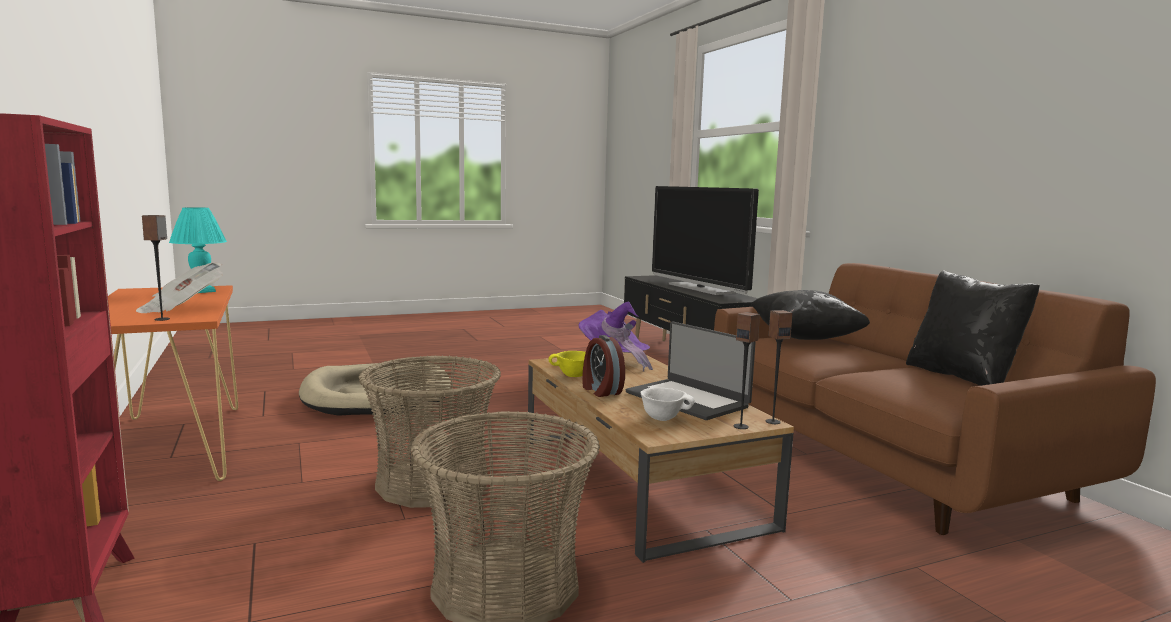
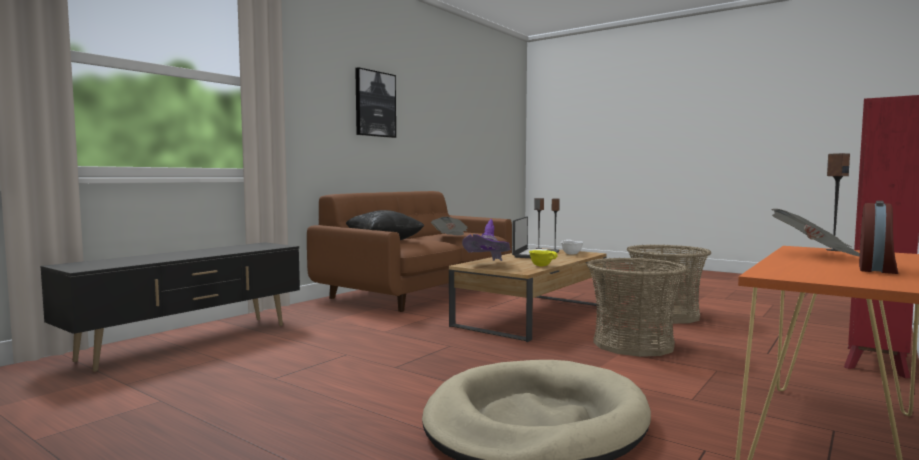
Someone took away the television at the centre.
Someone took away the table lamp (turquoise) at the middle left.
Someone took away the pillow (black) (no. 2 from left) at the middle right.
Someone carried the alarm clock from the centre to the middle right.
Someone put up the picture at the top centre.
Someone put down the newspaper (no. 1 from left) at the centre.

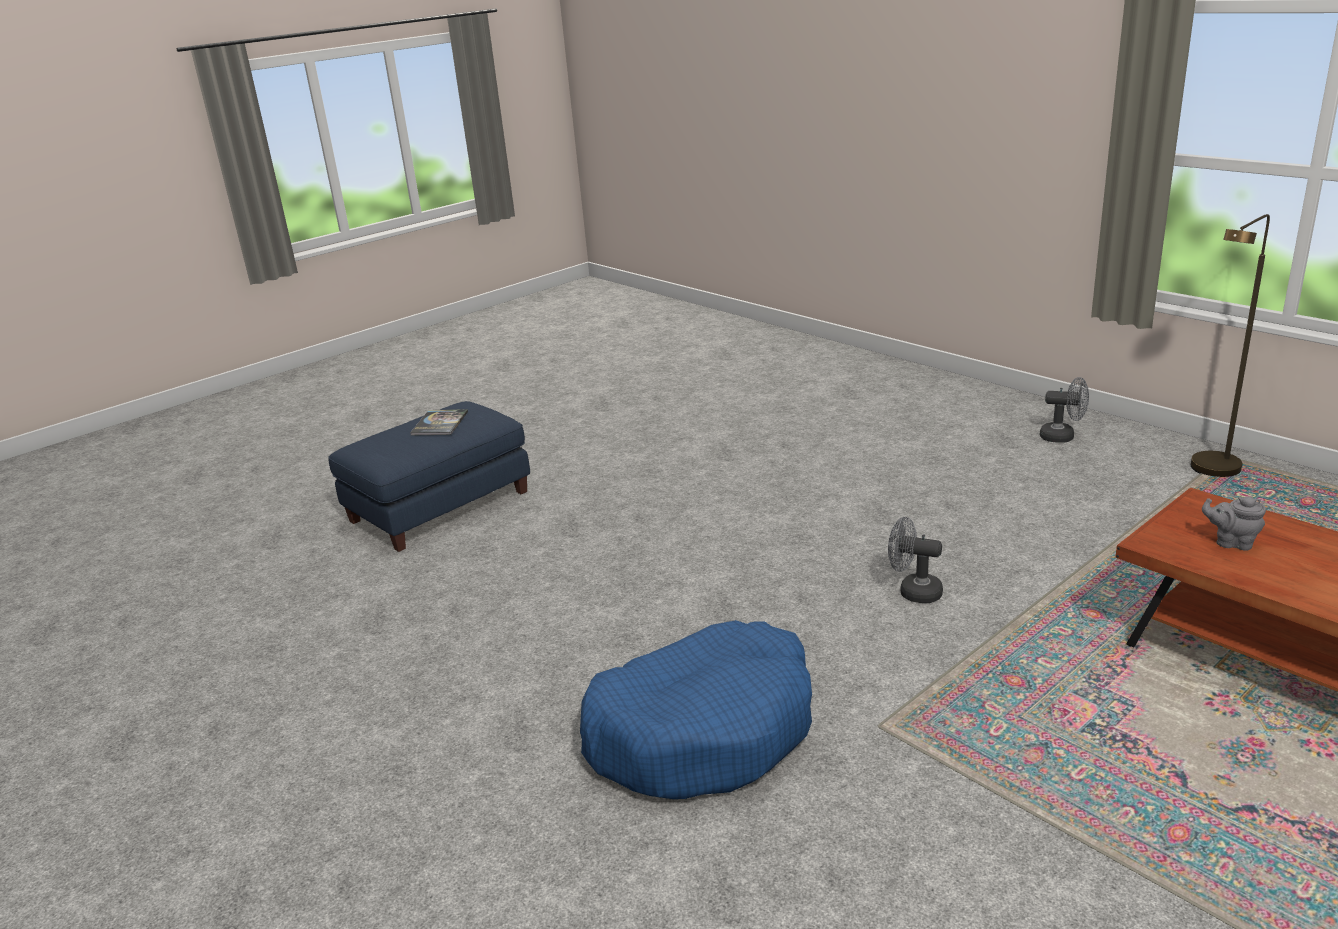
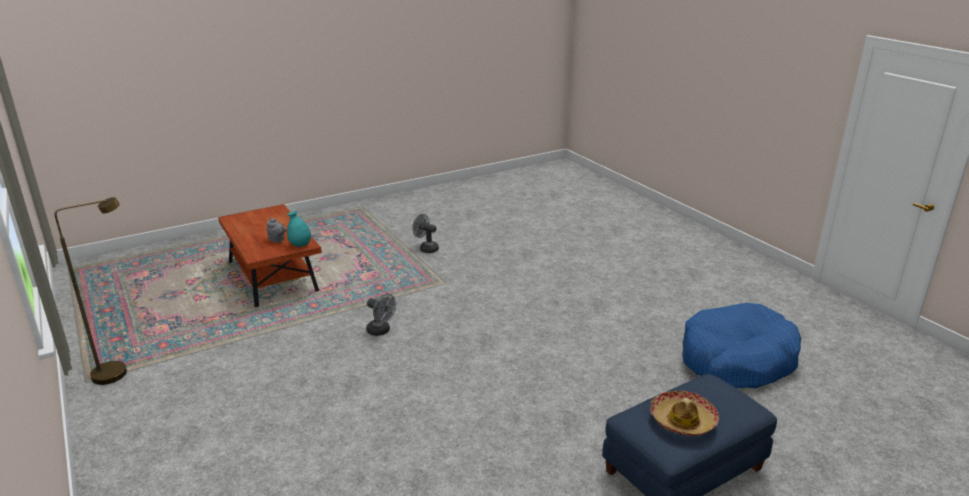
Someone carried the fan (grey) (no. 2 from left) from the middle right to the centre.
Someone swapped the book at the middle left for the hat at the bottom right.
Someone carried the dog bed (blue) from the bottom centre to the bottom right.
Someone put down the vase (turquoise) at the middle left.

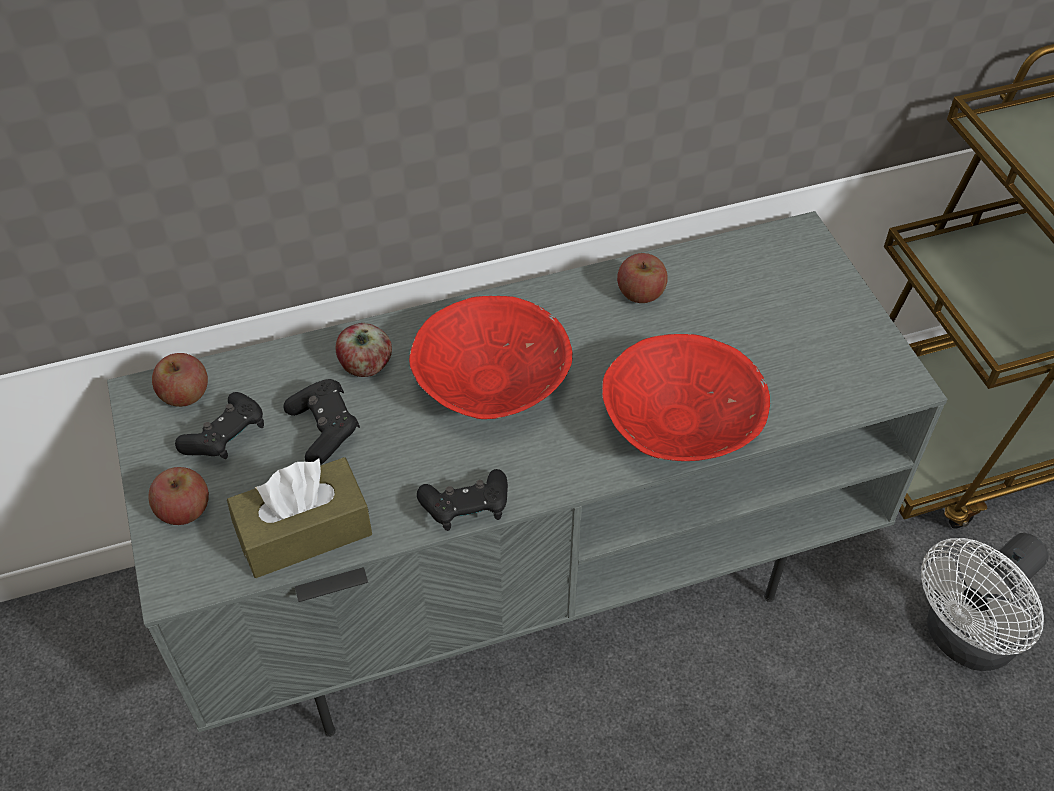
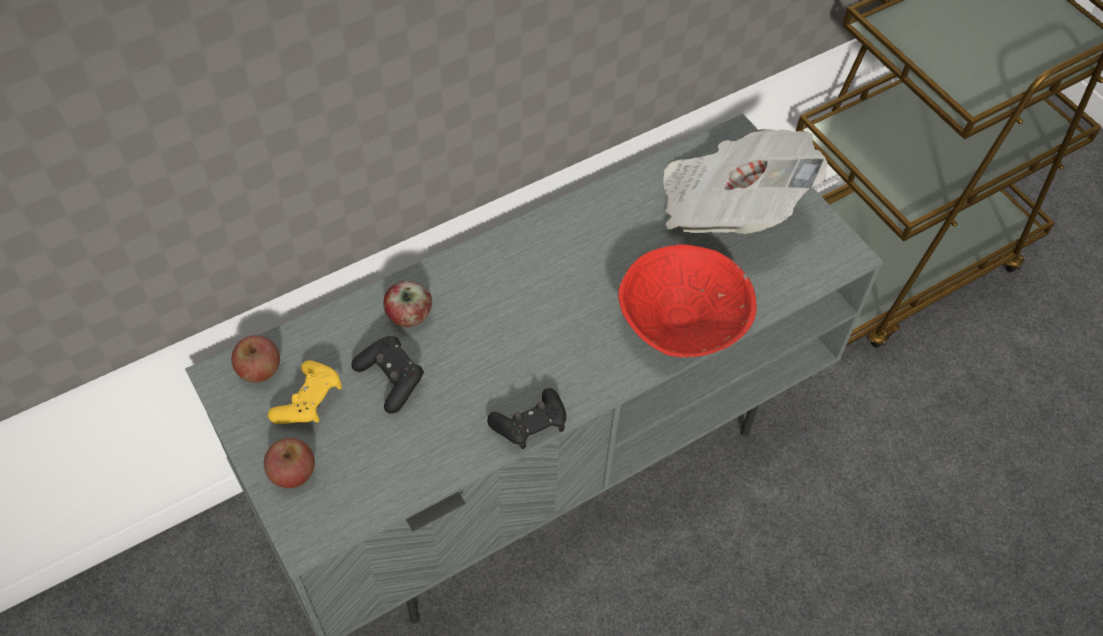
Someone took away the apple (no. 4 from left) at the centre.
Someone took away the bowl (red) (no. 1 from left) at the centre.
Someone repainted the game controller (black) (no. 1 from left) at the middle left, which became the game controller (yellow) at the middle left.
Someone took away the tissue box (brown) at the middle left.
Someone took away the fan (white) at the bottom right.
Someone put down the newspaper at the top right.

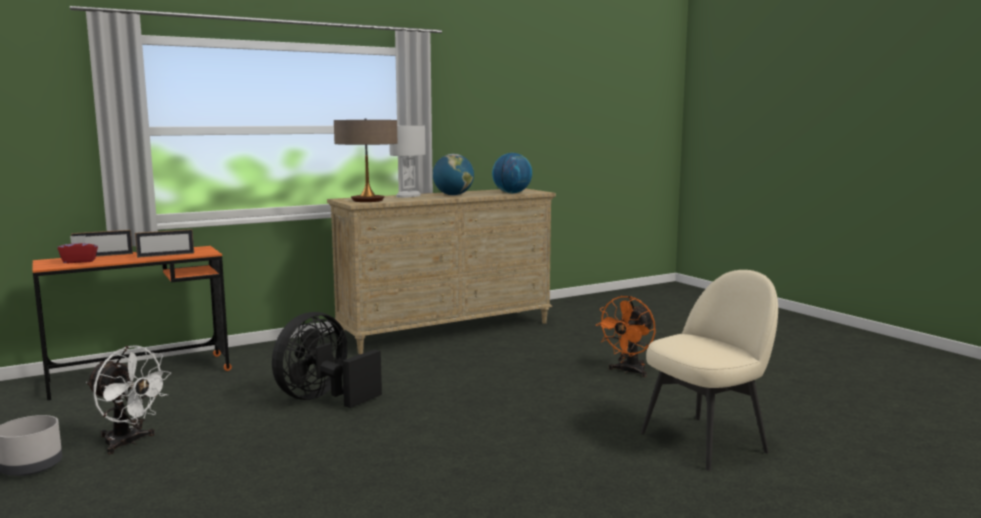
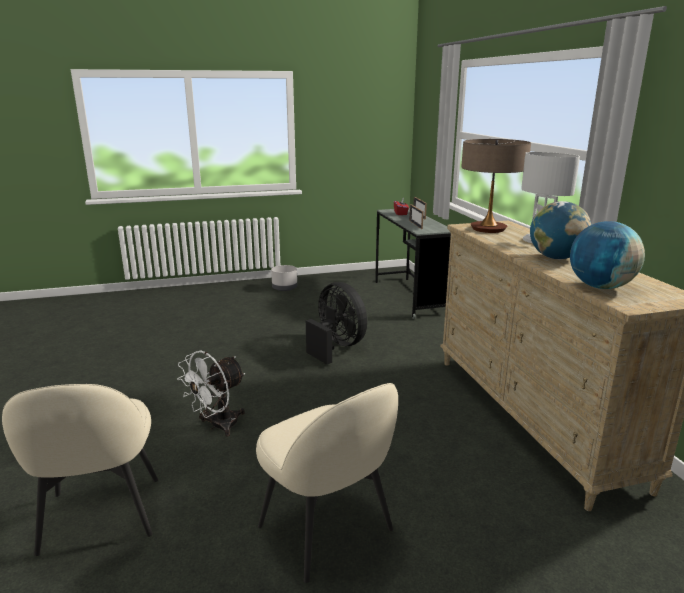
Someone repainted the desk (orange) at the middle left, which became the desk (grey) at the centre.
Someone swapped the fan (orange) at the centre for the chair (beige) (no. 2 from left) at the bottom centre.
Someone carried the fan (white) from the bottom left to the middle left.

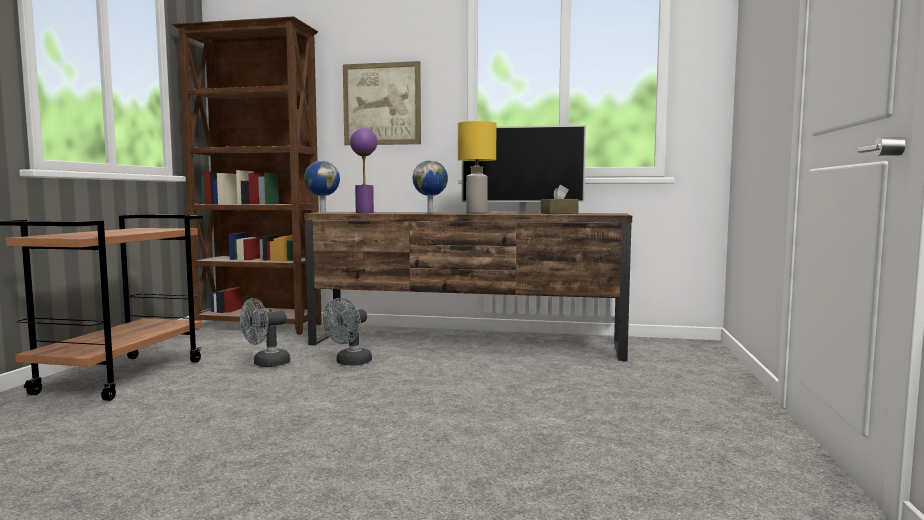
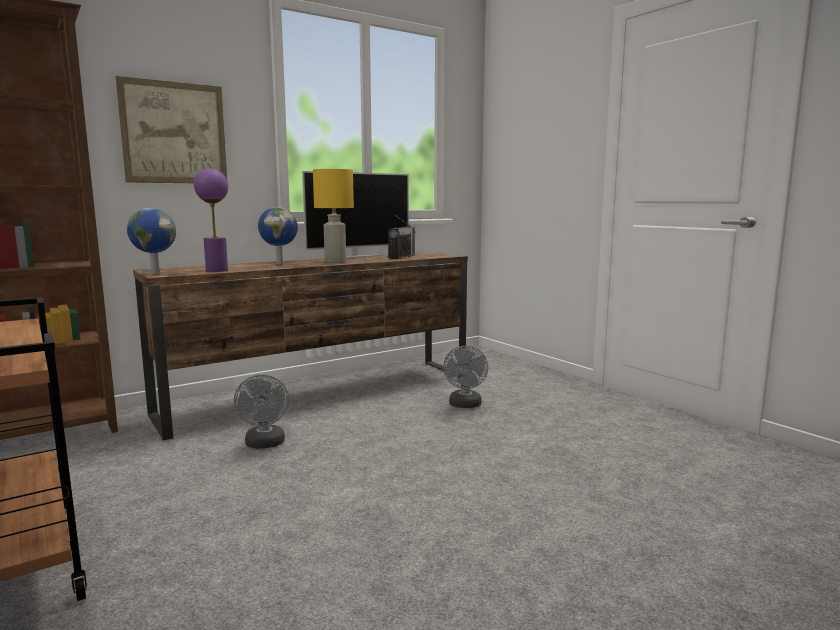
Someone swapped the tissue box (brown) at the centre for the radio at the centre.
Someone carried the fan (grey) (no. 1 from left in the first image) from the middle left to the centre.

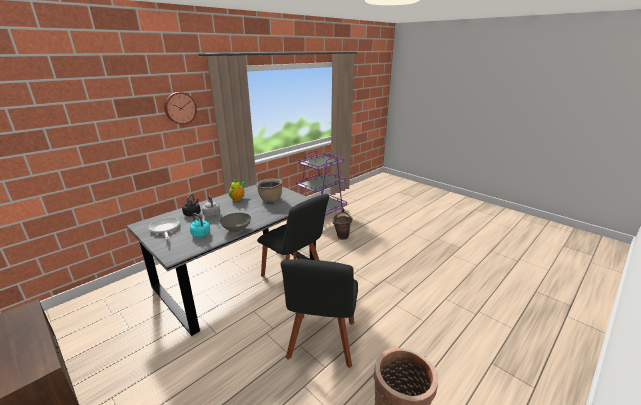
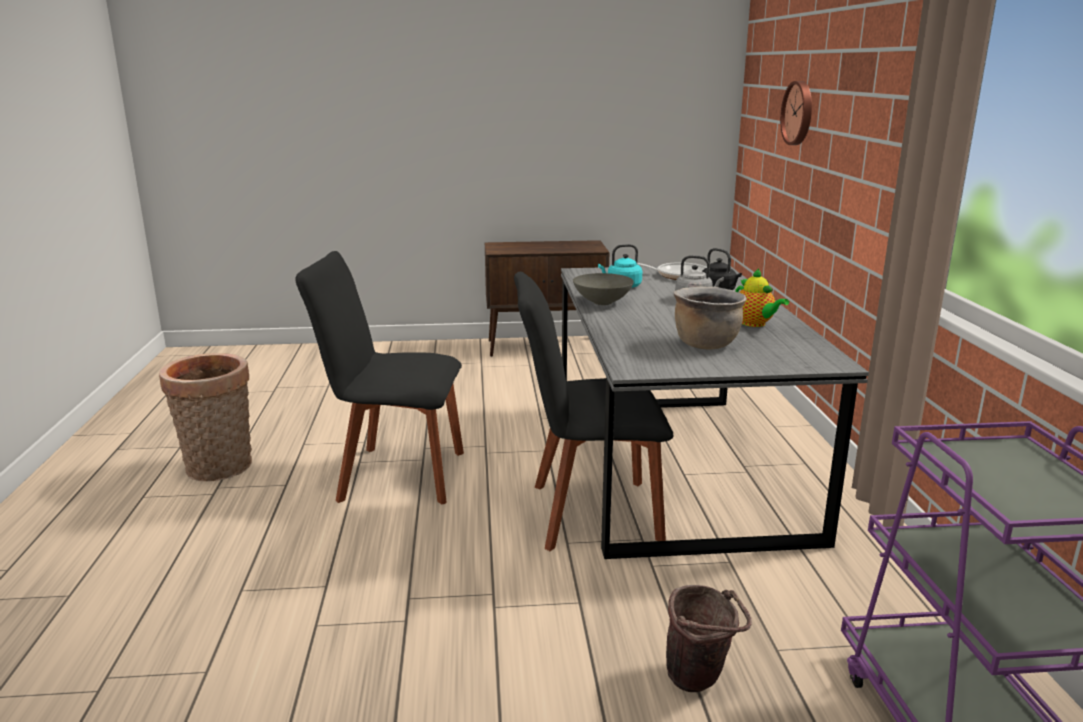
Someone carried the wall clock from the top left to the top right.
Someone rotated the chair (black) (no. 2 from left in the first image) at the bottom centre by 45 degrees counterclockwise.

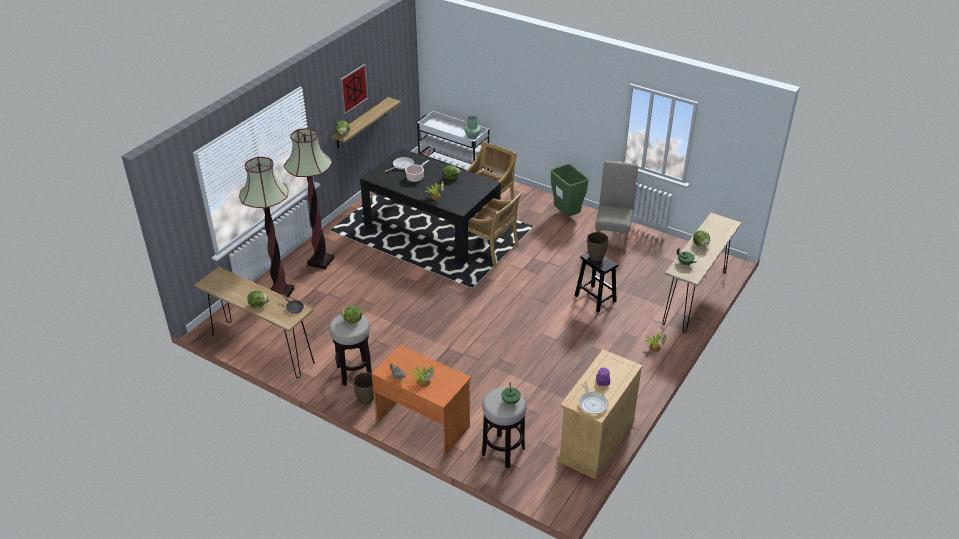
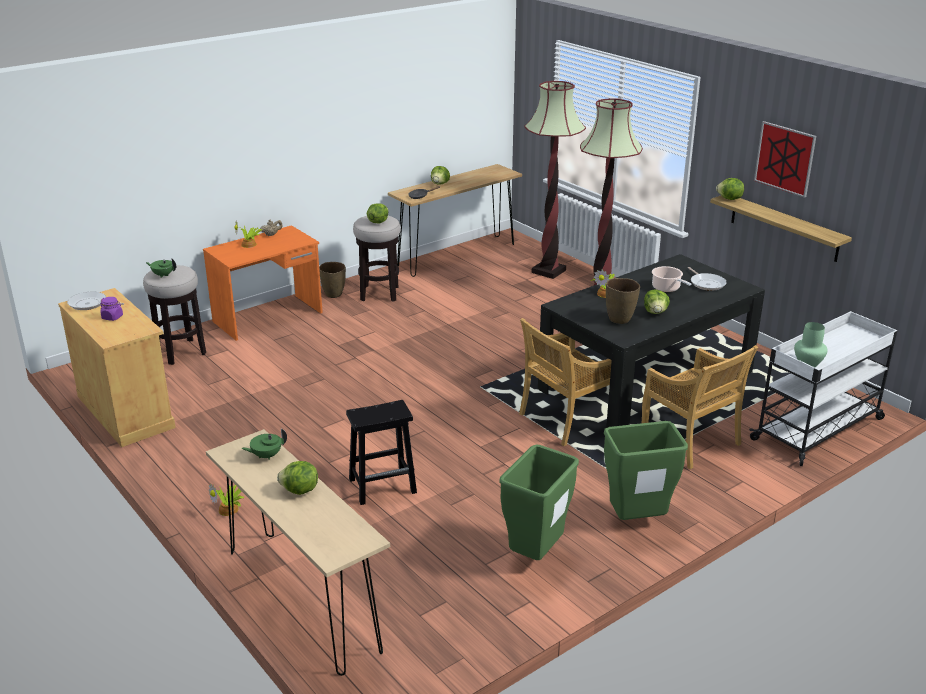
Someone swapped the chair (beige) (no. 3 from left) at the centre for the trash can (green) (no. 1 from left) at the bottom centre.
Someone carried the vase (brown) (no. 2 from left) from the centre to the middle right.

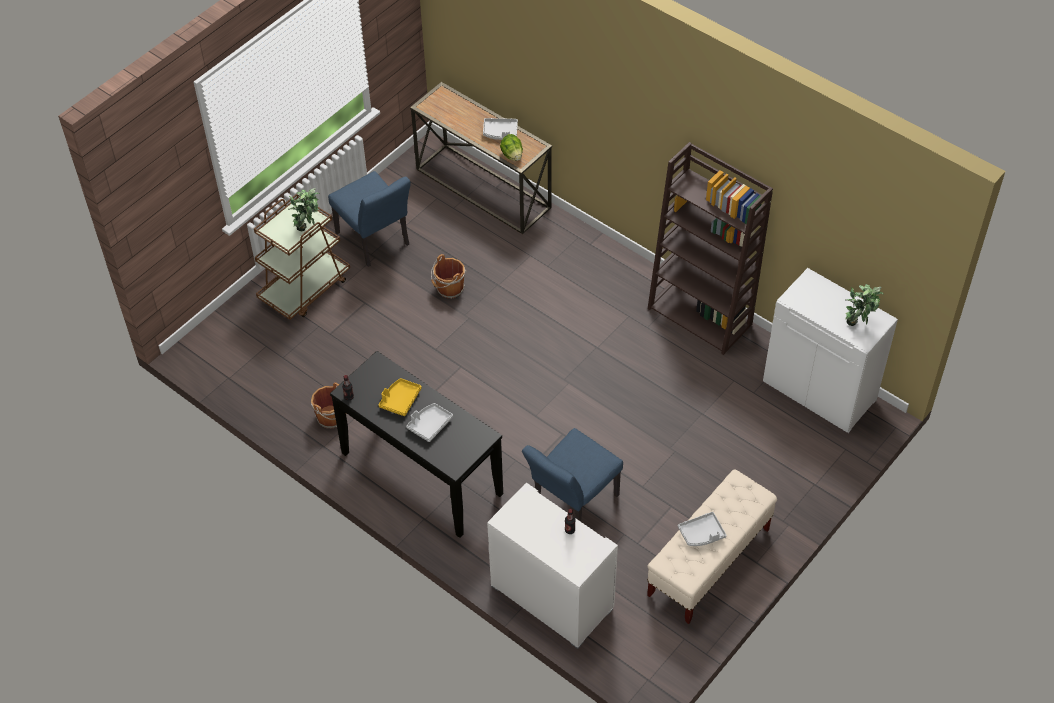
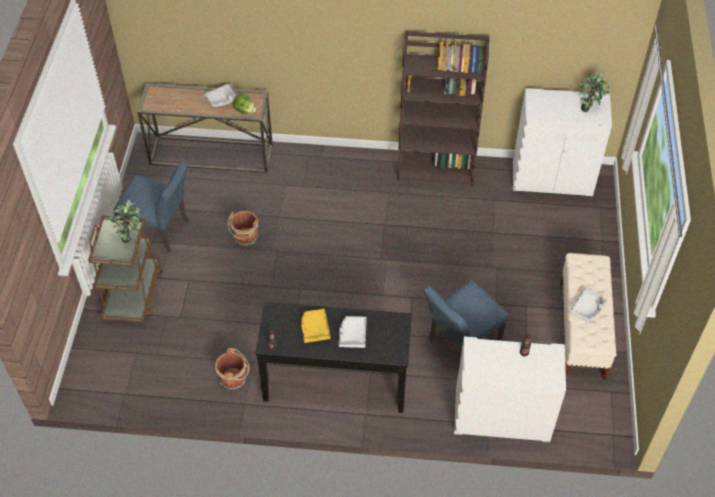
Someone rotated the chair (blue) (no. 2 from left) at the bottom centre by 45 degrees clockwise.

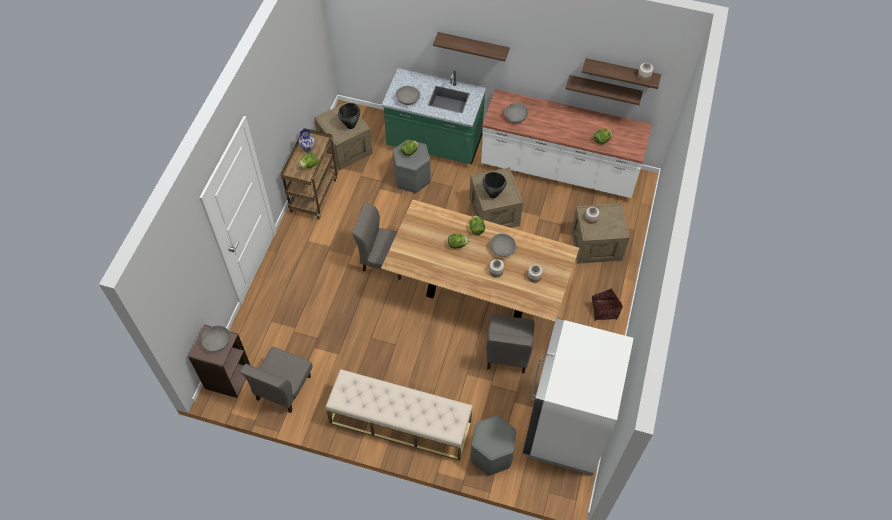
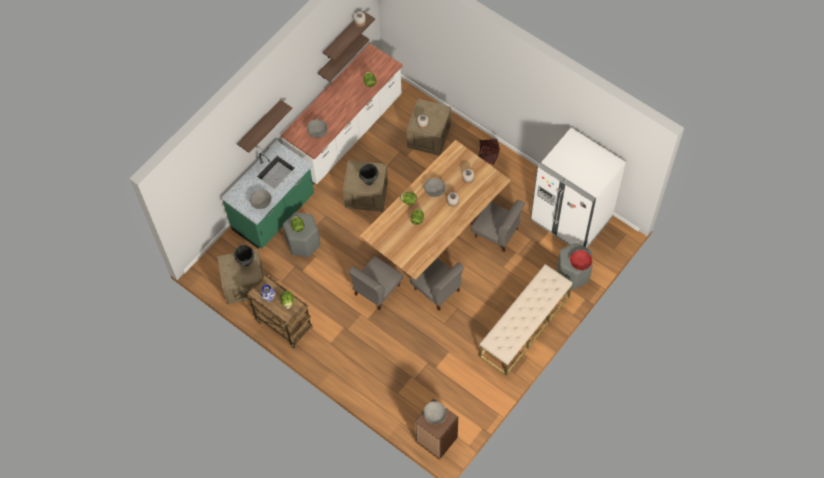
Someone carried the chair (grey) (no. 1 from left in the first image) from the bottom left to the centre.
Someone put down the bowl (red) at the middle right.

